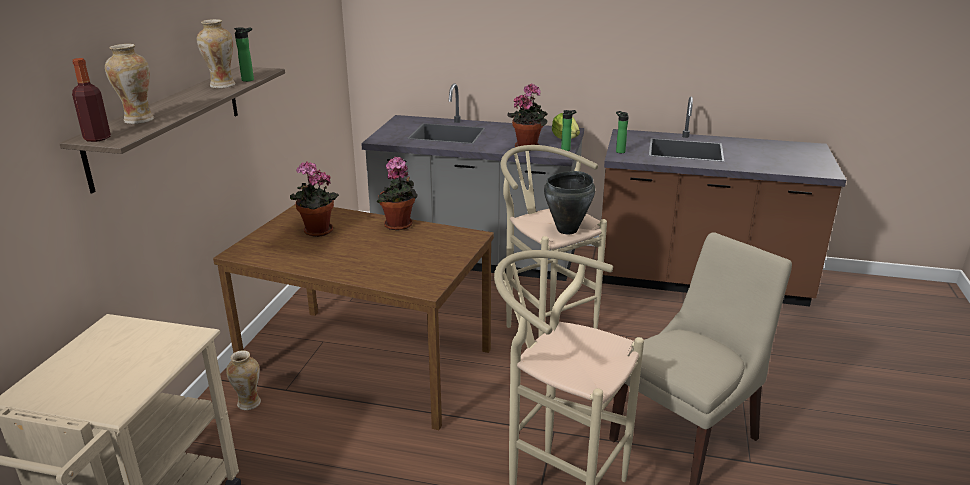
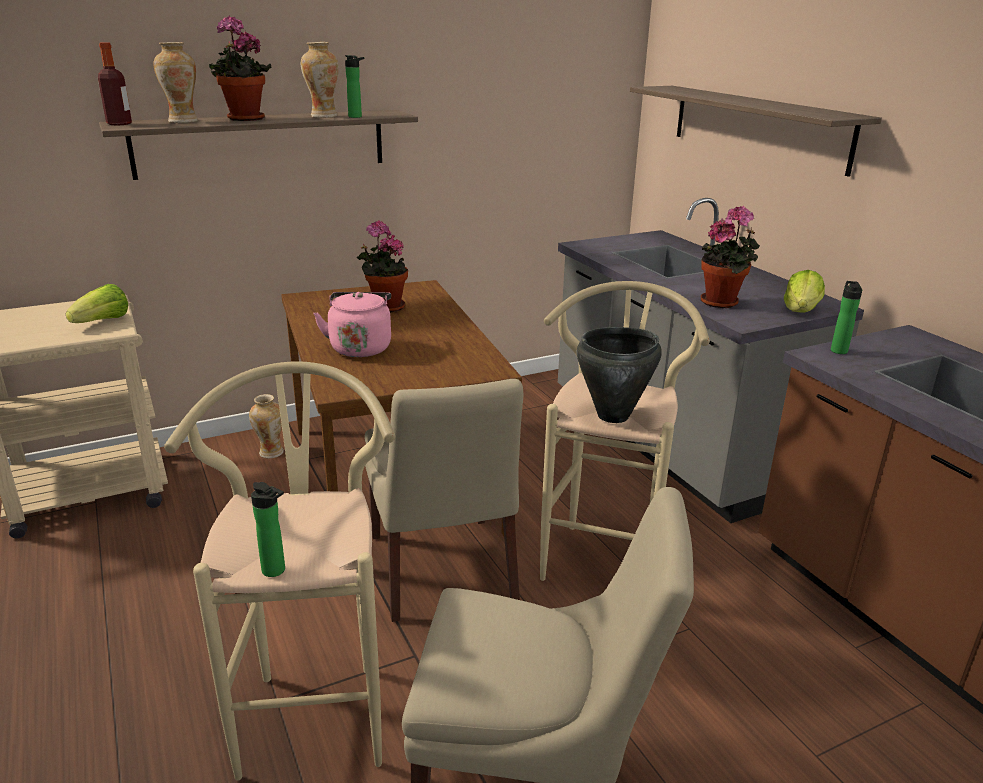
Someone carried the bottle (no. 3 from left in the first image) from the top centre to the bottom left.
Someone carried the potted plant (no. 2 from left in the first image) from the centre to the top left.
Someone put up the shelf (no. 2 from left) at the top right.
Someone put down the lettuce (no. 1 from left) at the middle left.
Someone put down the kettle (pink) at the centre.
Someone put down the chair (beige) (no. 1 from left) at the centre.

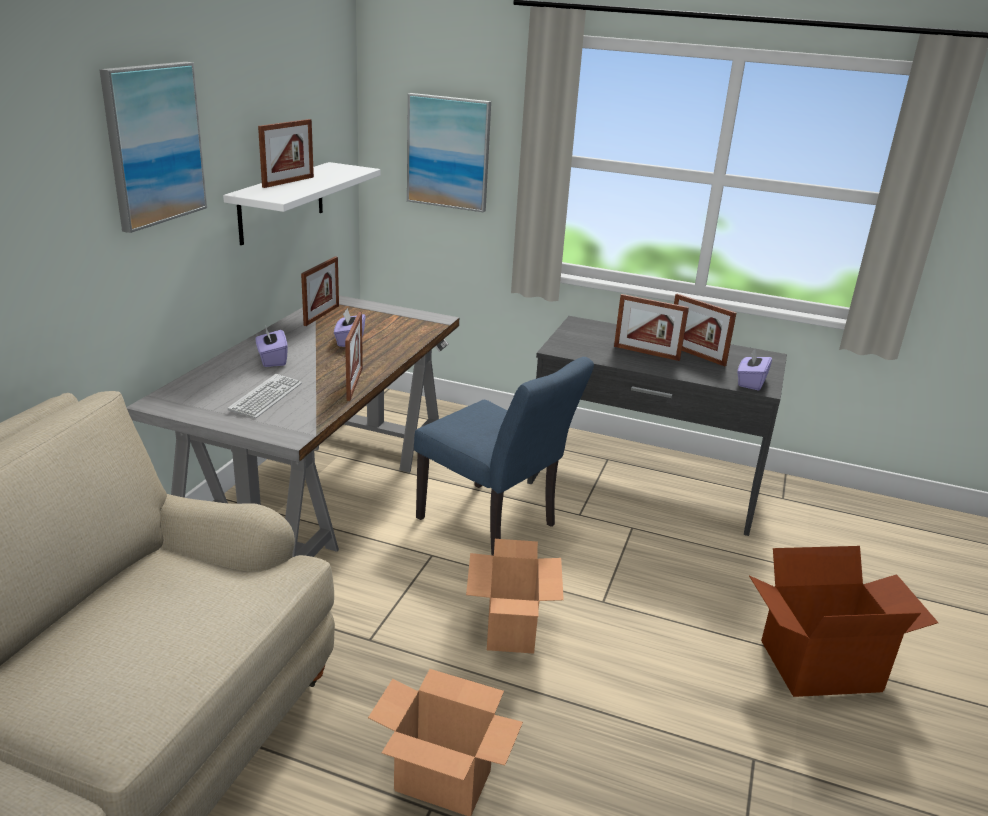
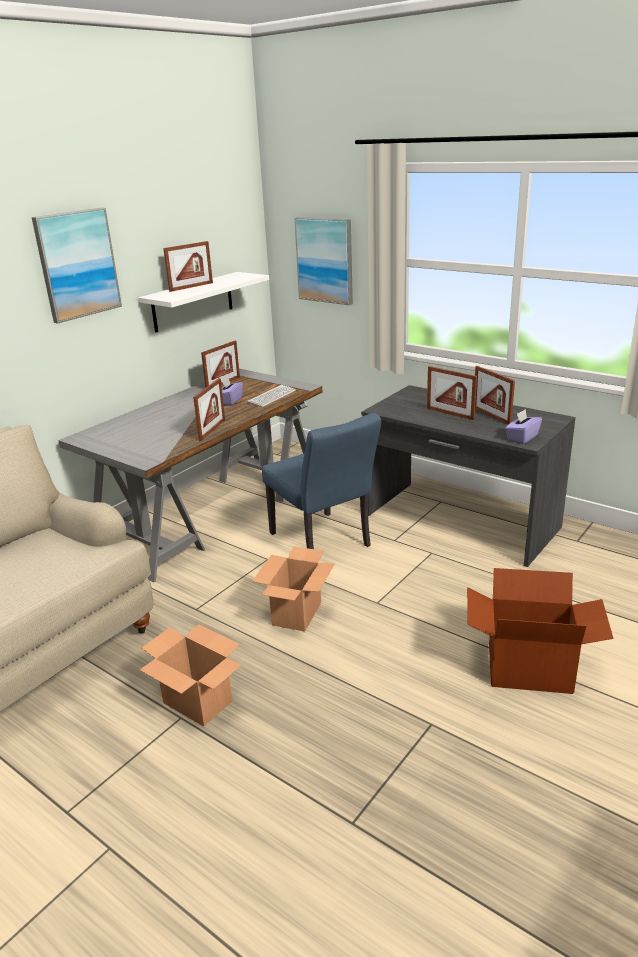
Someone took away the tissue box (purple) (no. 1 from left) at the middle left.
Someone carried the keyboard from the middle left to the centre.

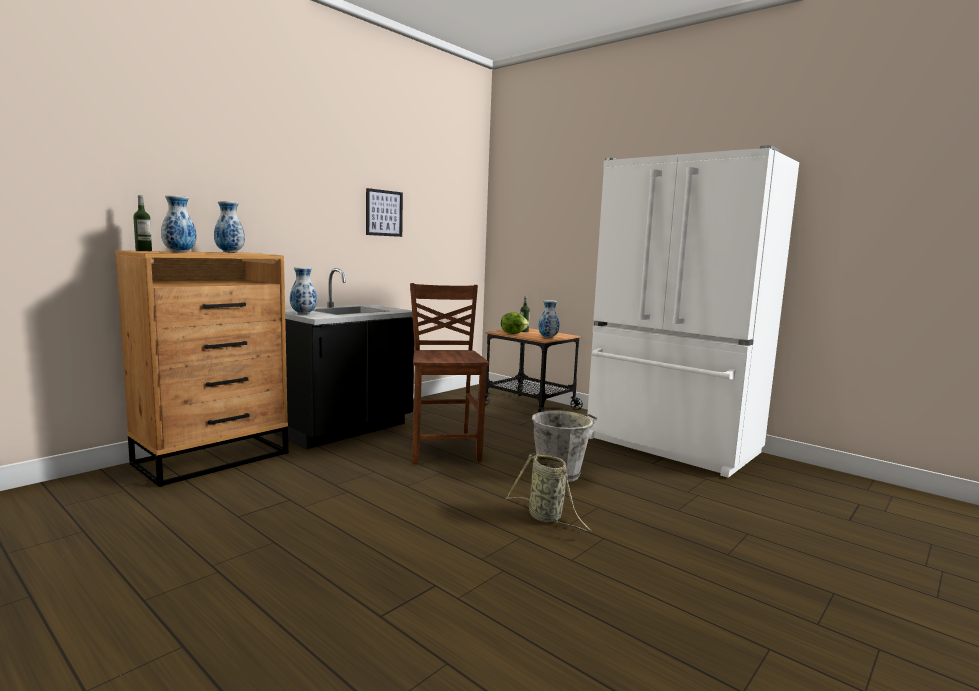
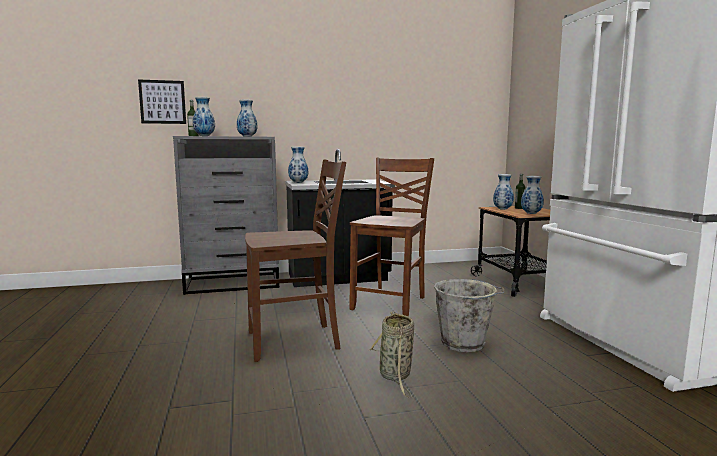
Someone carried the picture from the top centre to the top left.
Someone repainted the dresser (brown) at the middle left, which became the dresser (grey) at the middle left.
Someone swapped the lettuce at the centre for the vase (no. 4 from left) at the middle right.
Someone put down the chair (brown) (no. 1 from left) at the centre.

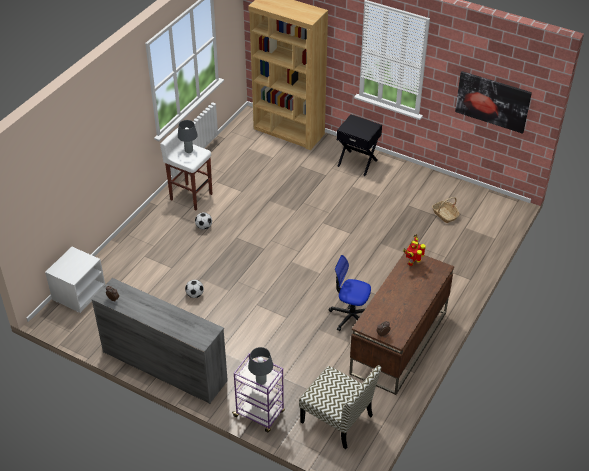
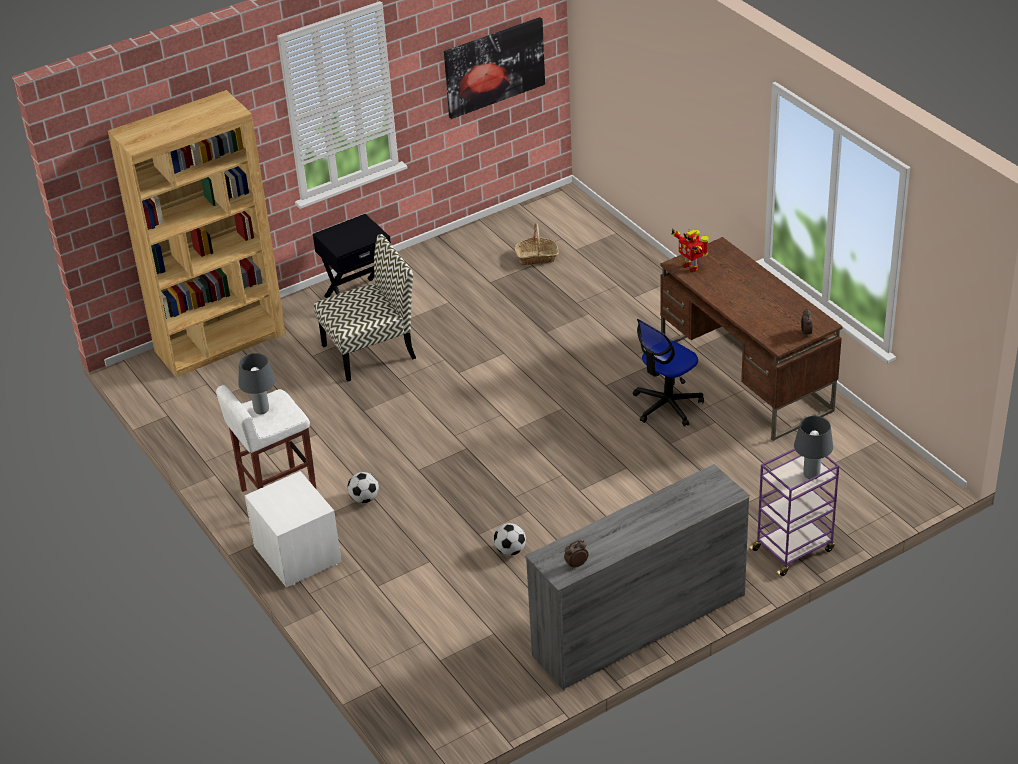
Someone carried the nightstand (white) from the middle left to the bottom left.
Someone carried the chair from the bottom centre to the centre.

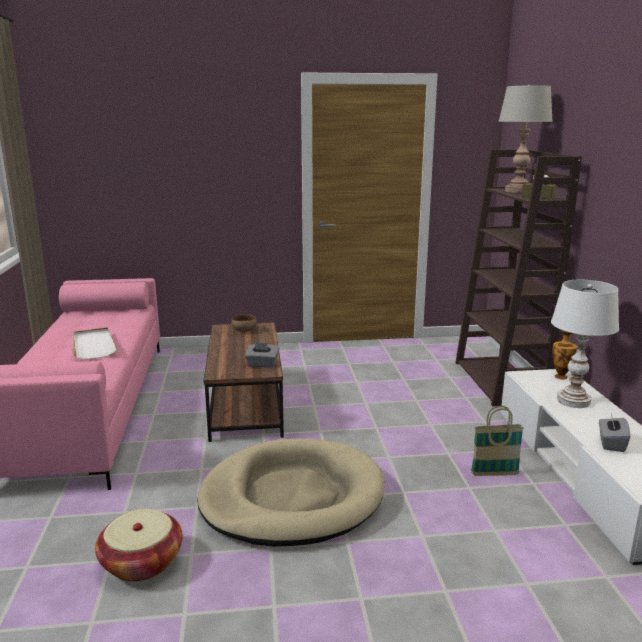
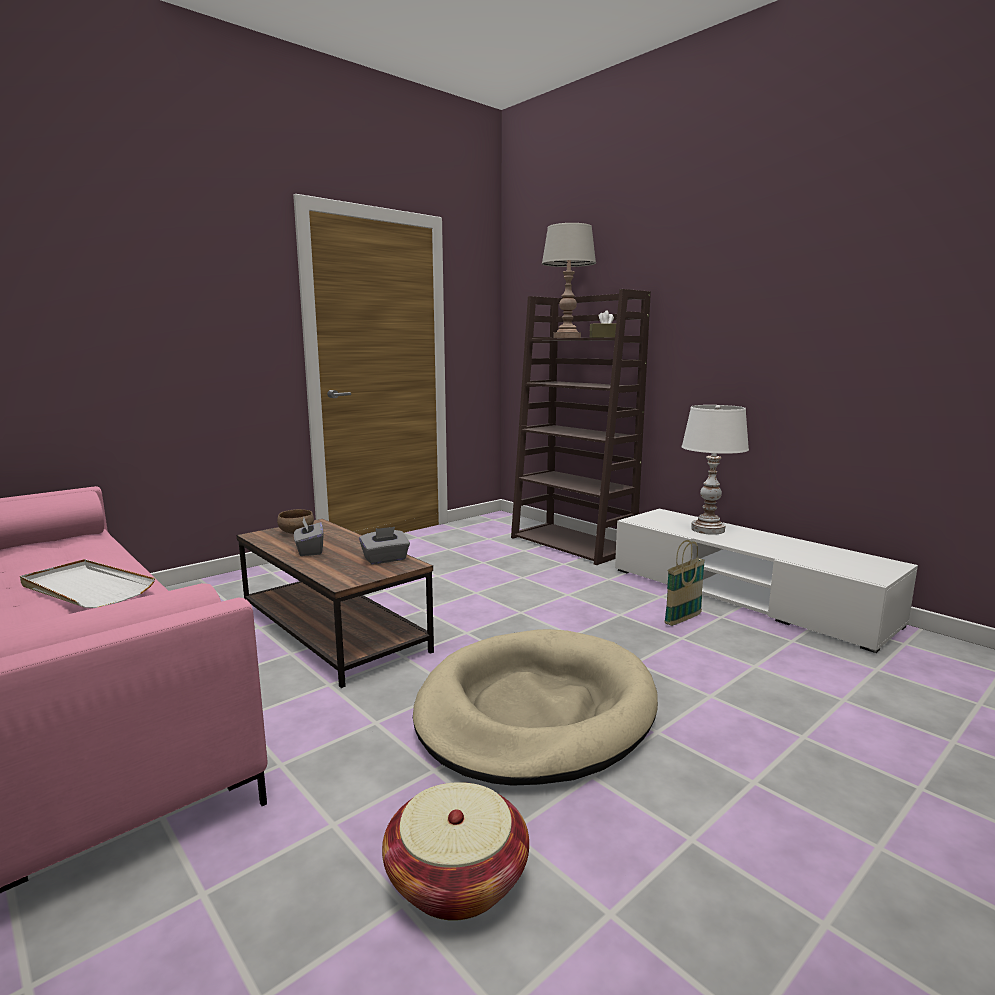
Someone took away the vase at the middle right.
Someone carried the tissue box (grey) (no. 2 from left in the first image) from the bottom right to the middle left.

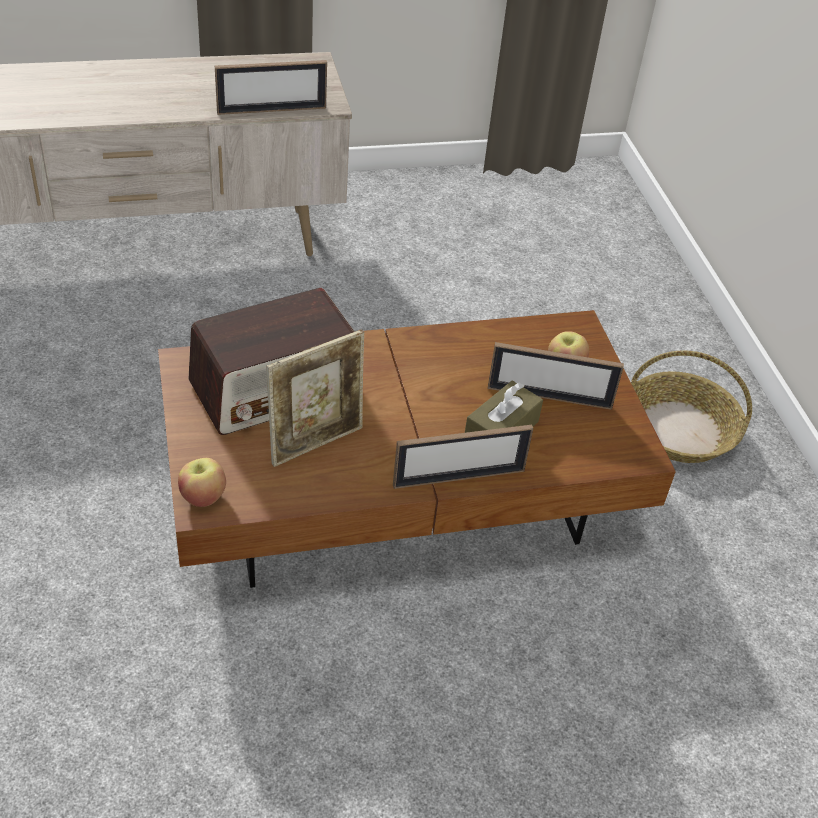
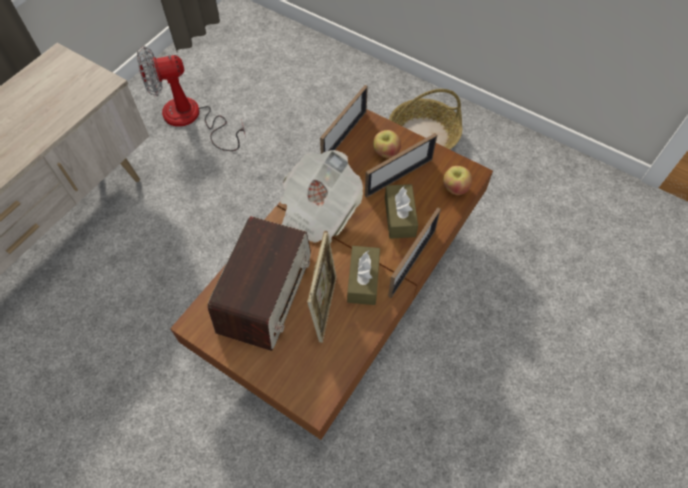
Someone carried the picture frame (no. 1 from left in the first image) from the top left to the top centre.
Someone carried the apple (no. 1 from left in the first image) from the middle left to the centre.
Someone put down the fan at the top left.
Someone put down the newspaper at the centre.
Someone put down the tissue box (brown) (no. 1 from left) at the centre.

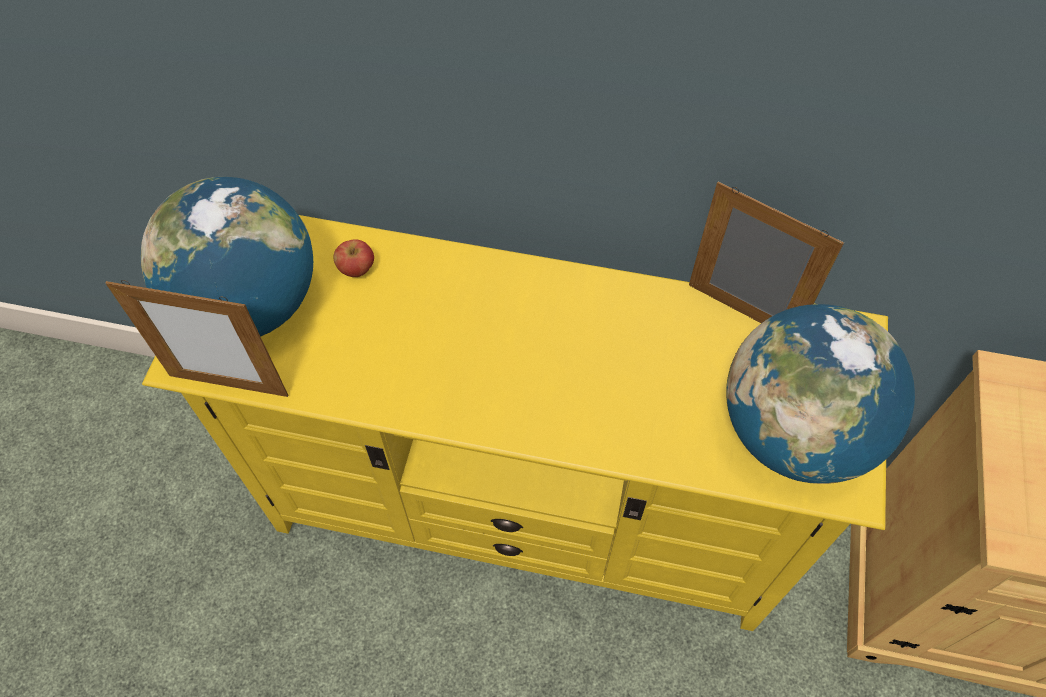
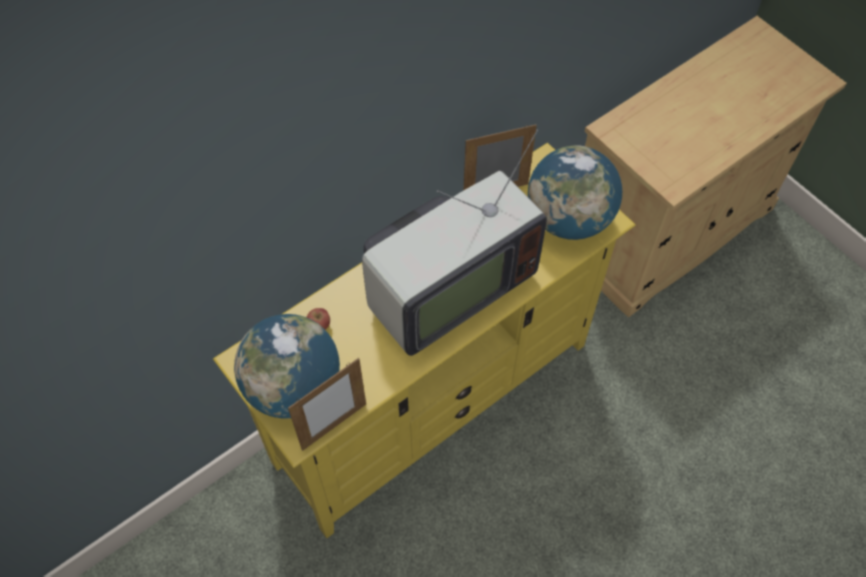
Someone put down the television at the centre.

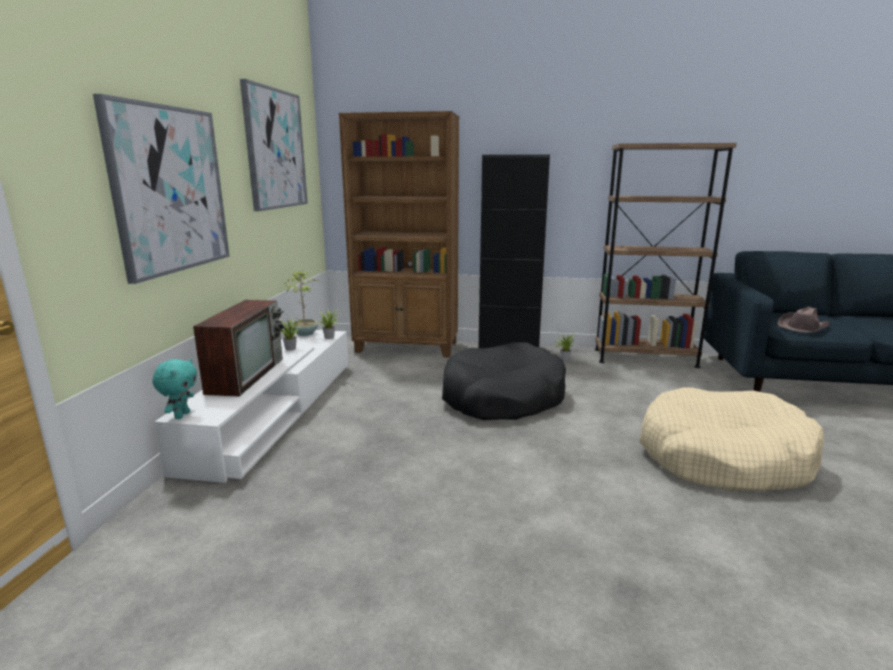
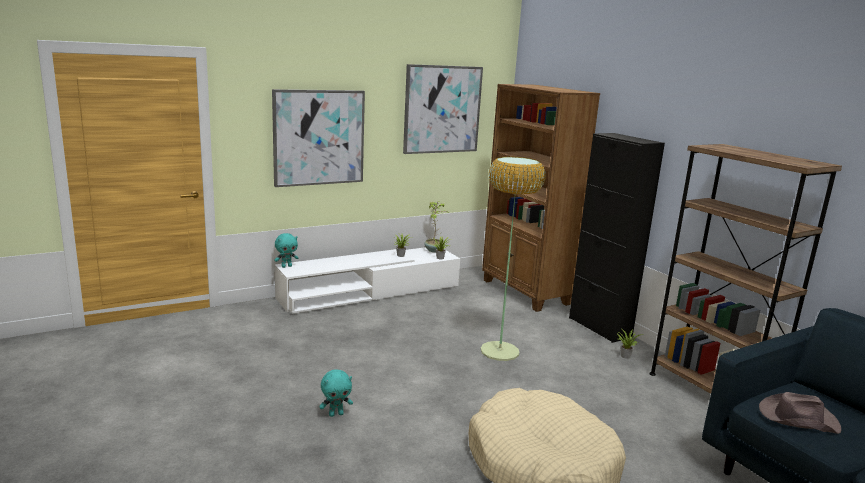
Someone took away the television at the middle left.
Someone swapped the dog bed (black) at the centre for the floor lamp at the centre.
Someone put down the plush toy (turquoise) (no. 2 from left) at the bottom centre.

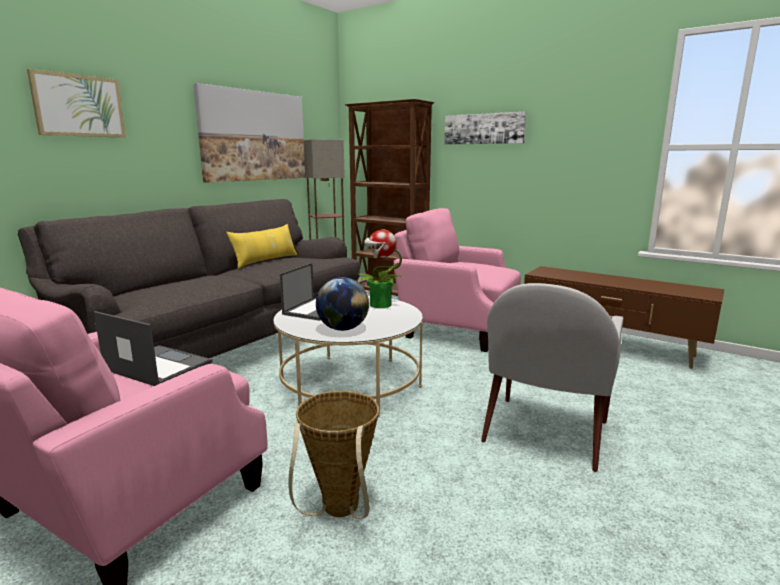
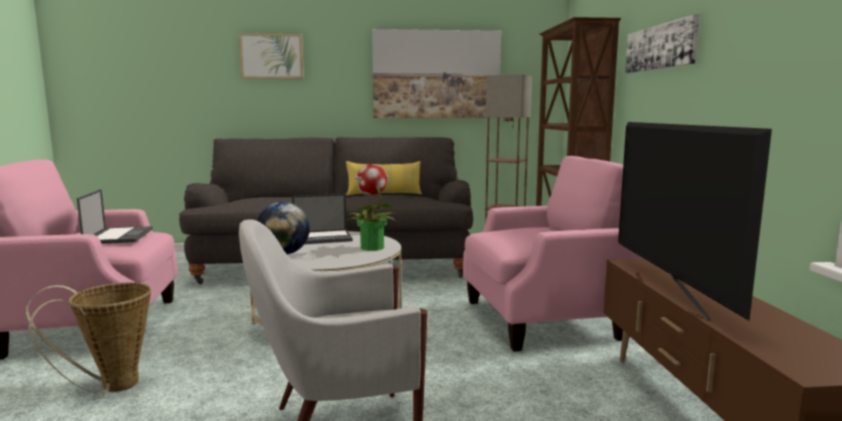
Someone rotated the armchair (pink) (no. 2 from left) at the centre by 90 degrees clockwise.
Someone put down the television at the middle right.

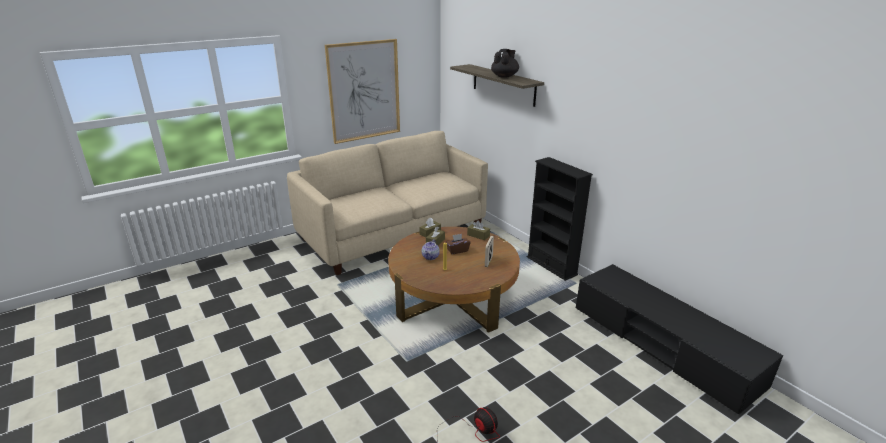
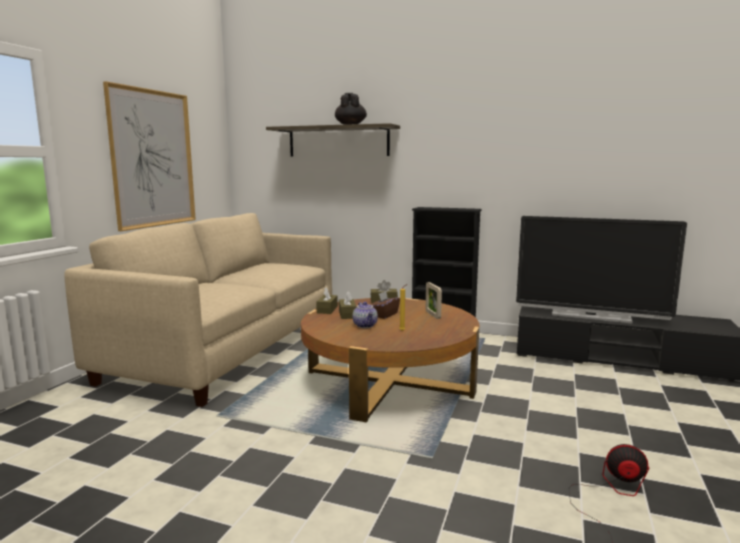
Someone put down the television at the middle right.

